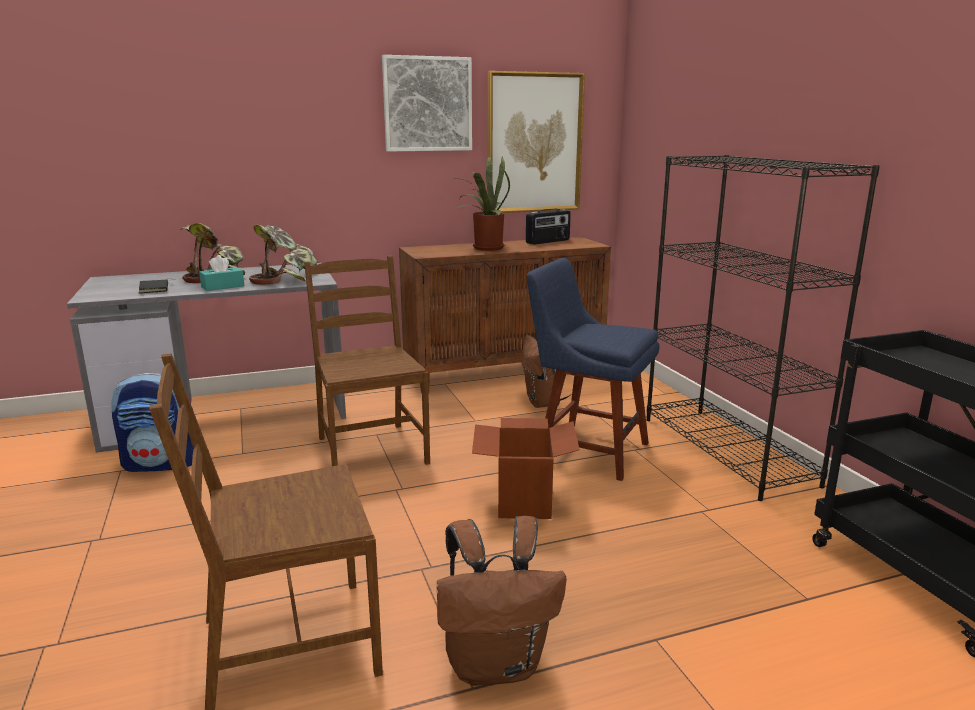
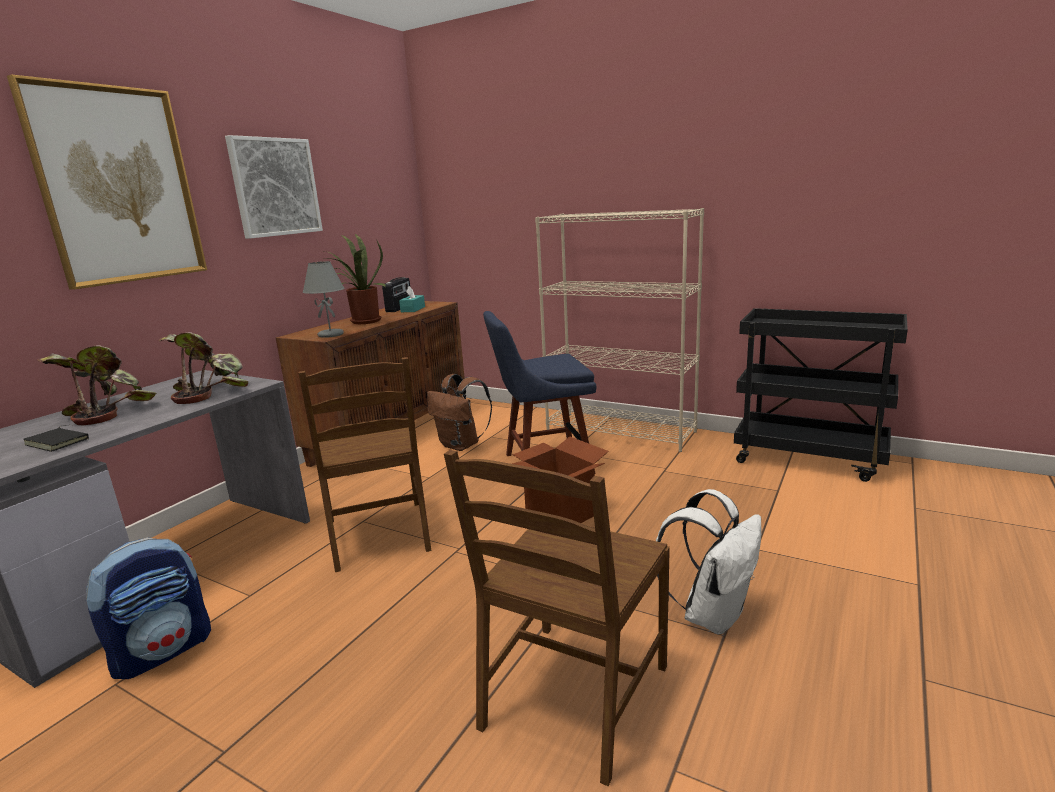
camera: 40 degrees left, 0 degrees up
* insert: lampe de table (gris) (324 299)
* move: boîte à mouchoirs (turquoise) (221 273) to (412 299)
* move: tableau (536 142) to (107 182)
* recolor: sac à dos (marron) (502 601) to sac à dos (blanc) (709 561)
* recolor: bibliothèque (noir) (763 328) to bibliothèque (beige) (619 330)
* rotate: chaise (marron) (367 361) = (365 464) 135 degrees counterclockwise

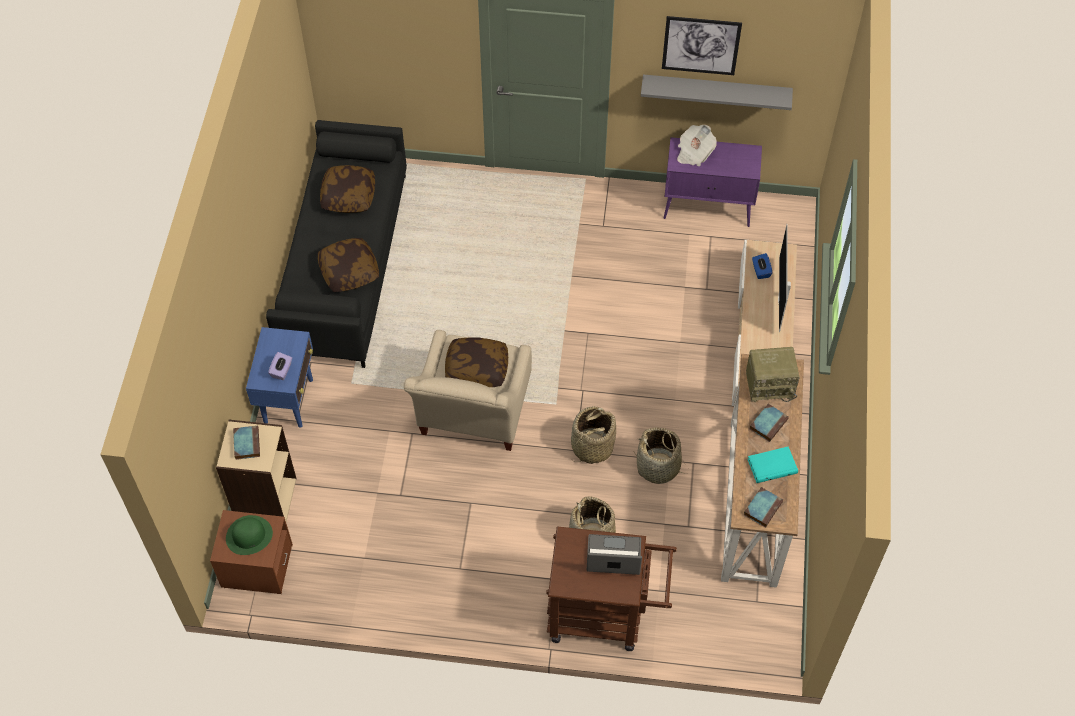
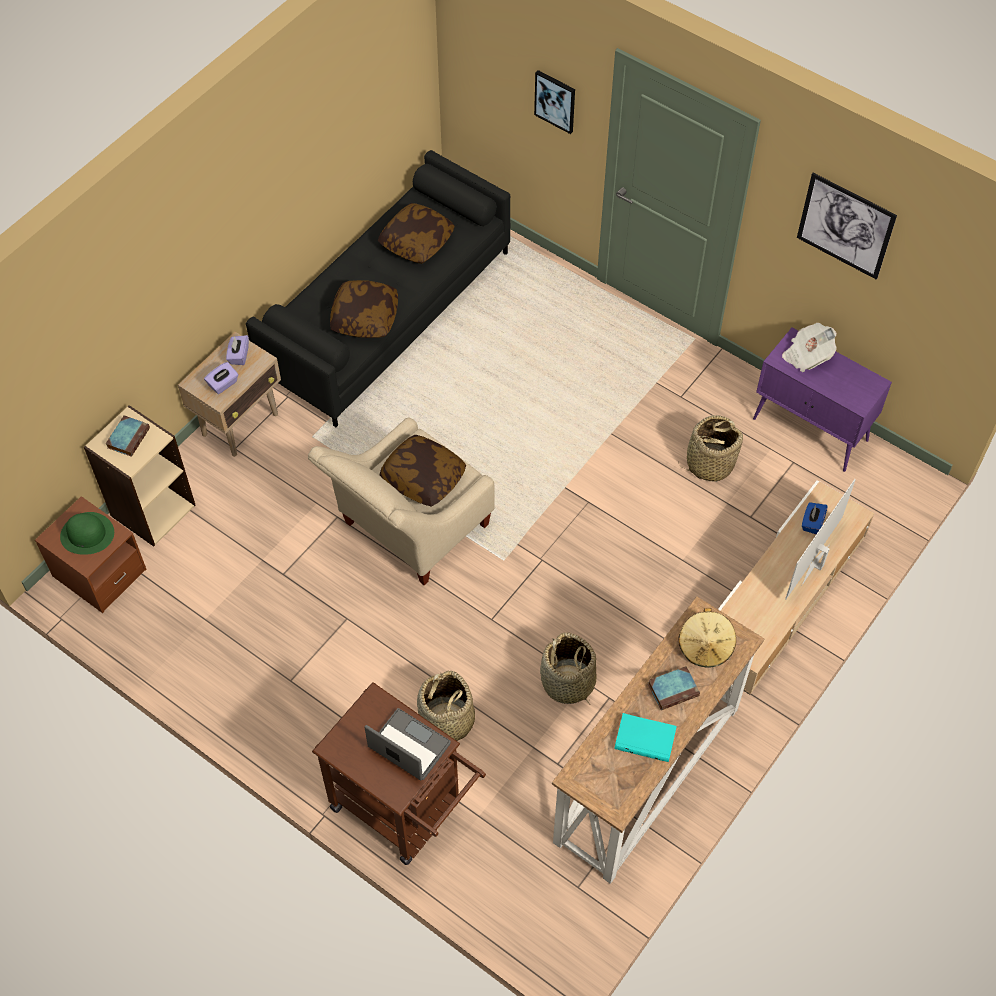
camera: 30 degrees right, 0 degrees up
* delete: étagère (gris) (717 92)
* delete: livre (763 507)
* insert: boîte à mouchoirs (violet) (237 350)
* insert: tableau (554 102)
* move: panier (593 435) to (710 448)
* replace: radio (773 374) to chapeau (beige) (707 638)
* recolor: table d'appoint (bleu) (279 377) to table d'appoint (beige) (229 394)

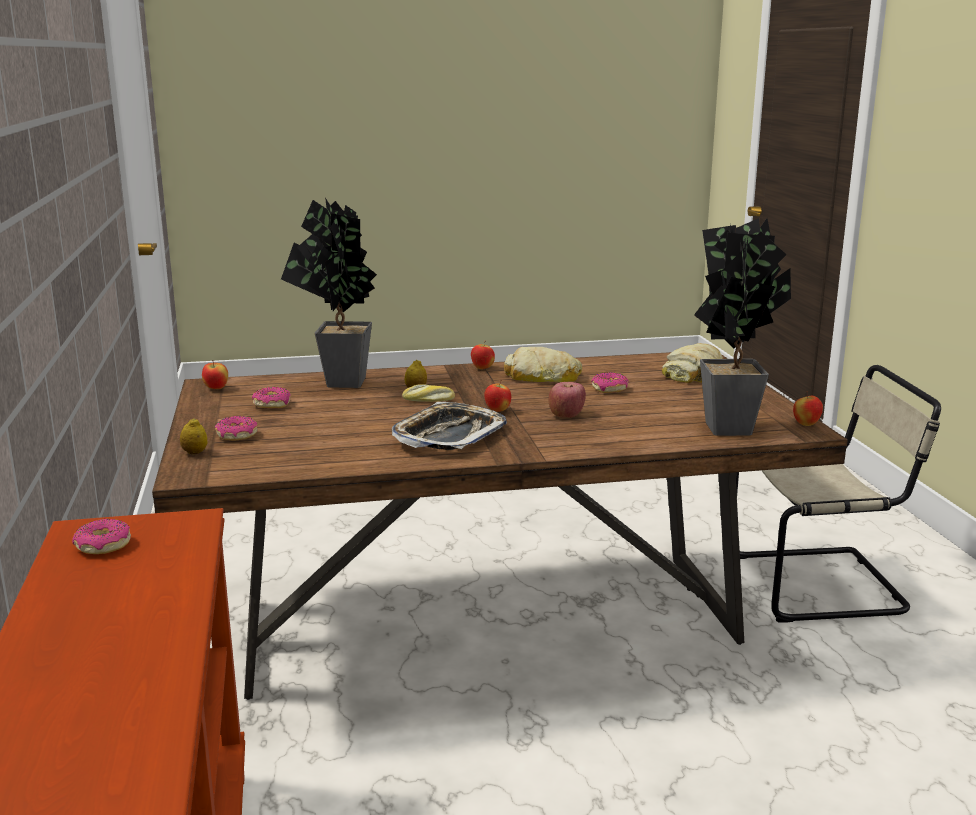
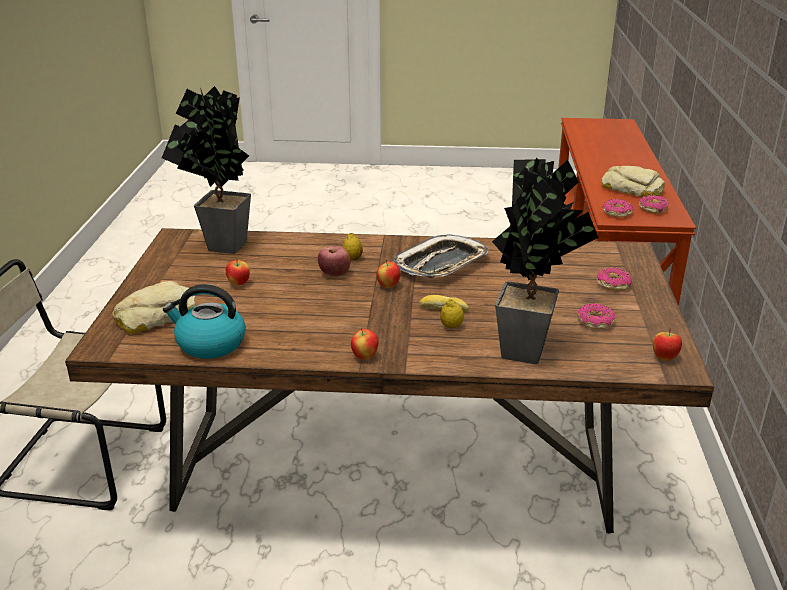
camera: 165 degrees left, 10 degrees up
* insert: bouilloire (204 321)
* move: citron (193 436) to (353 246)
* move: pain (543 364) to (633 181)
* move: beignet (610 382) to (618 208)
* move: pomme (808 408) to (238 272)

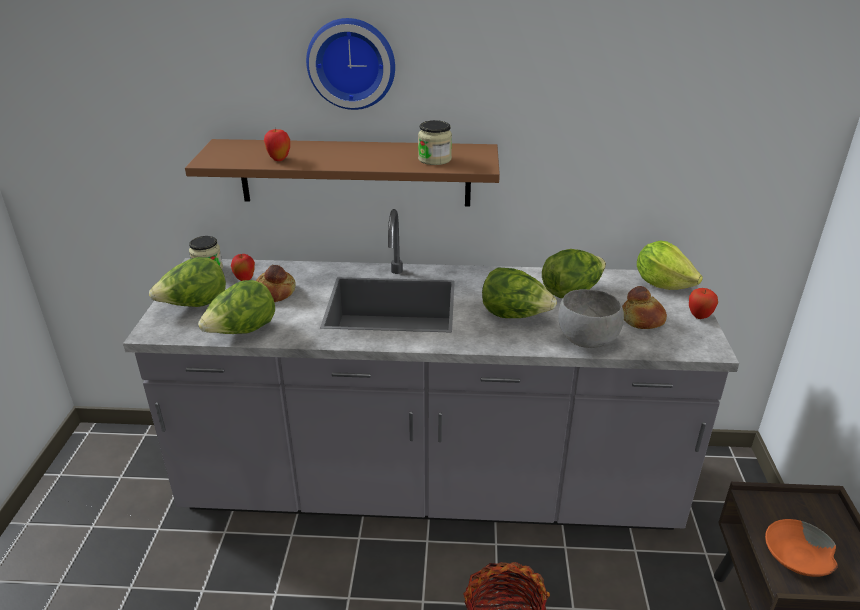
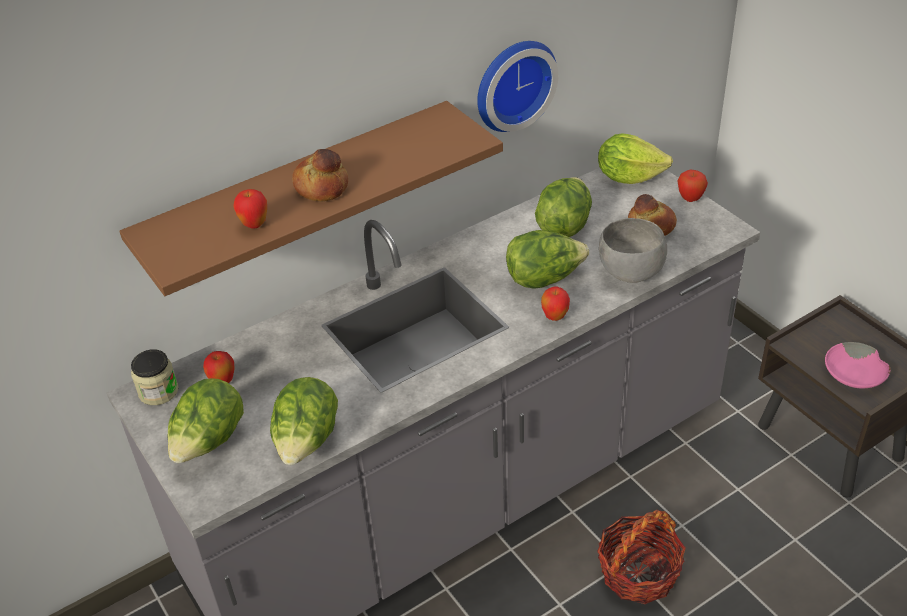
camera: 35 degrees left, 10 degrees up
* delete: bocal (435 142)
* insert: pomme (555 303)
* move: pain (276 283) to (320 175)
* move: horloge murale (350 64) to (517 86)
* recolor: bol (orange) (801 548) to bol (rose) (858 365)

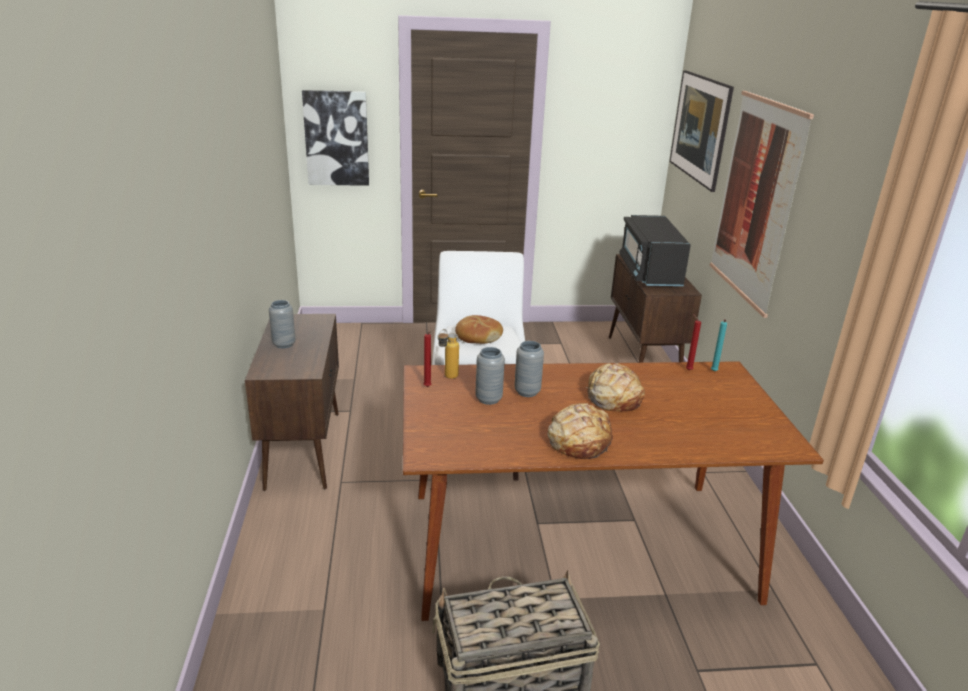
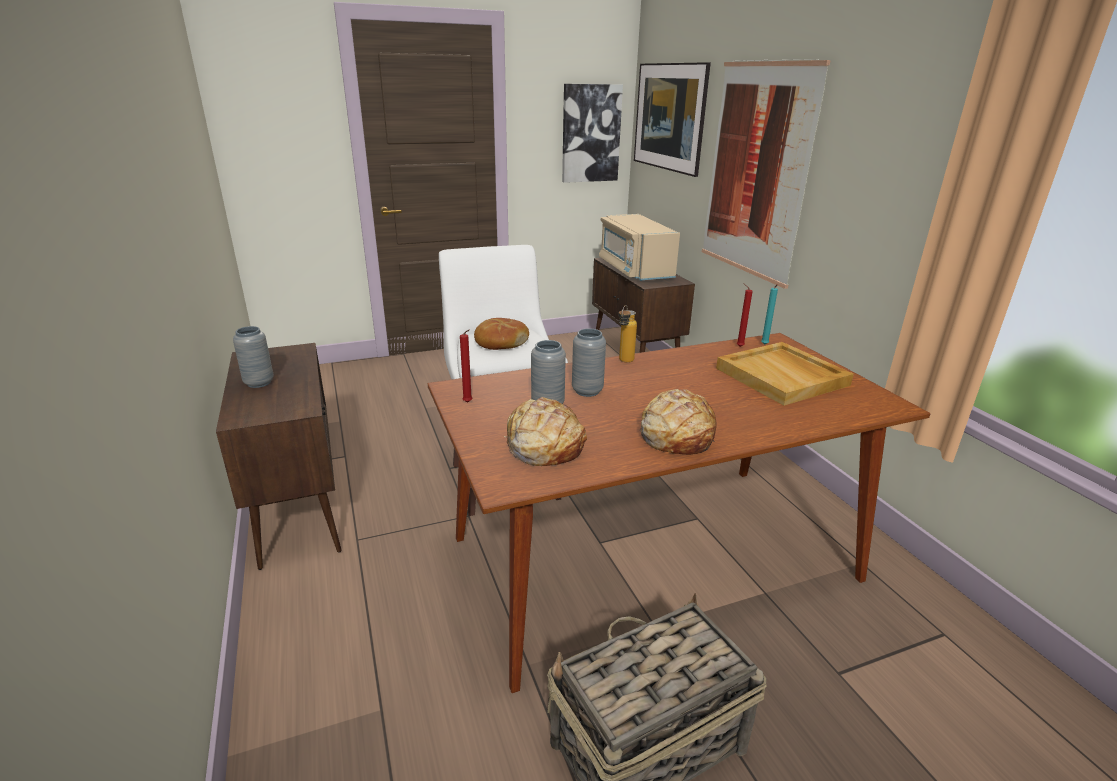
camera: 15 degrees left, 0 degrees up
* insert: plateau (beige) (785 374)
* move: tableau (335 138) to (592 133)
* move: bouteille (448 354) to (628 334)
* move: pain (615 387) to (545 431)
* recolor: micro-ondes (noir) (655 250) to micro-ondes (beige) (639 247)

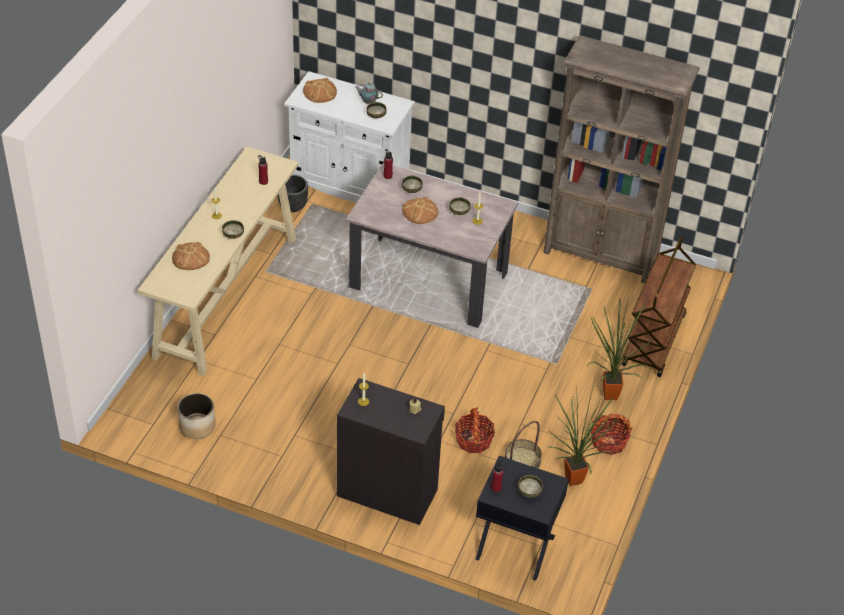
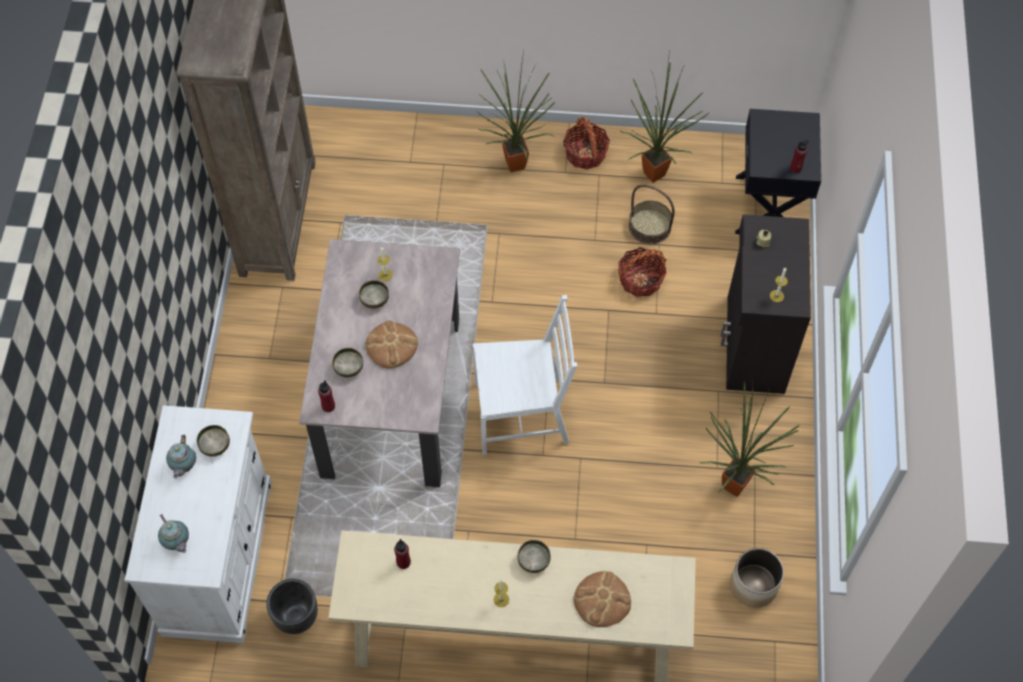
camera: 105 degrees left, 15 degrees up
* delete: bol (530 486)
* delete: chariot (marron) (659 306)
* insert: chaise (blanc) (525 375)
* insert: plante en pot (750 438)
* replace: pain (320 90) to théière (173 533)

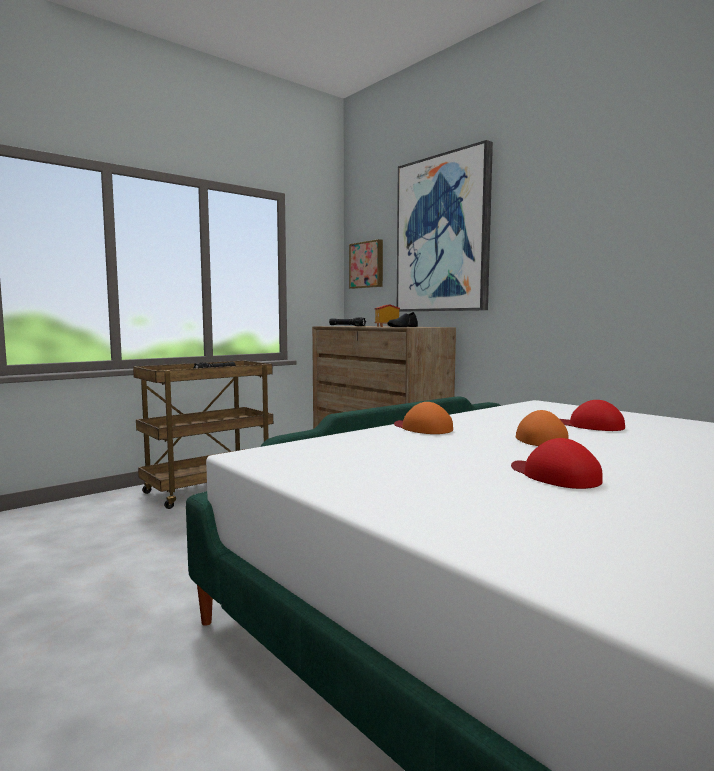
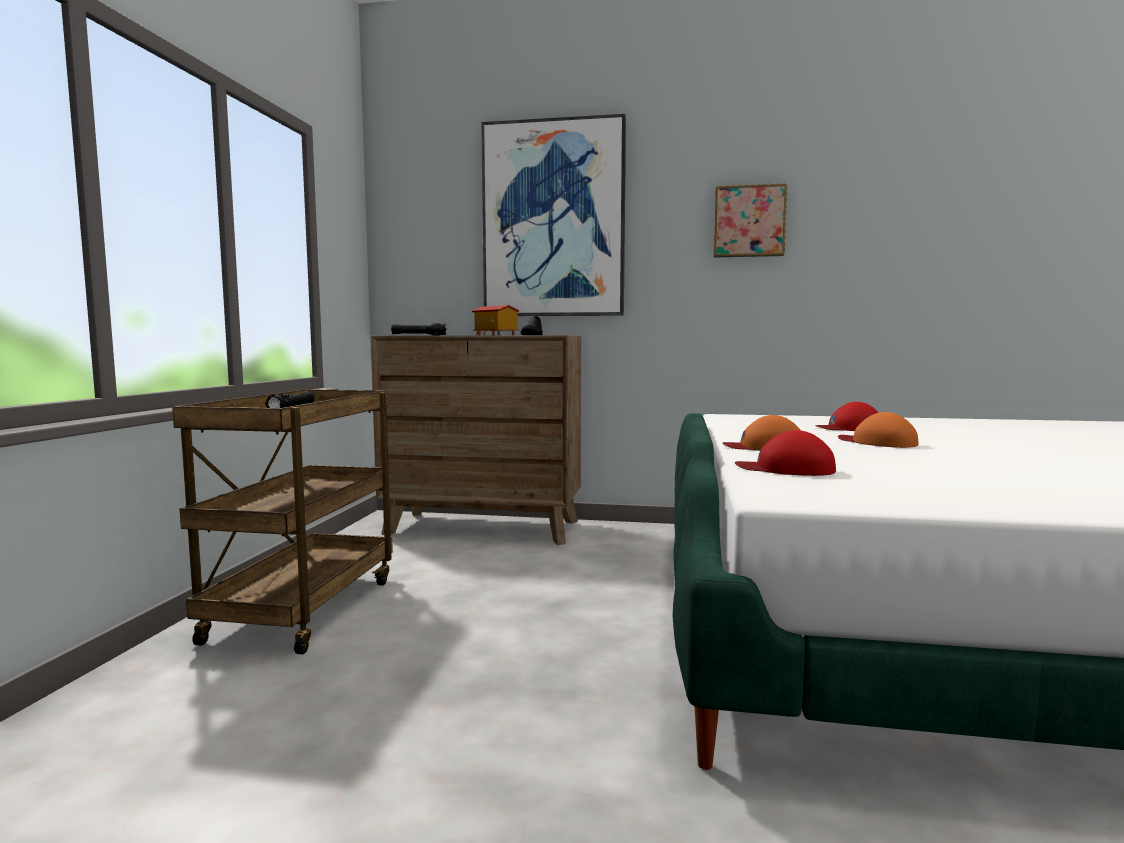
camera: 40 degrees left, 0 degrees up
* move: tableau (366 264) to (750 220)
* move: casquette (rouge) (557 463) to (785 453)

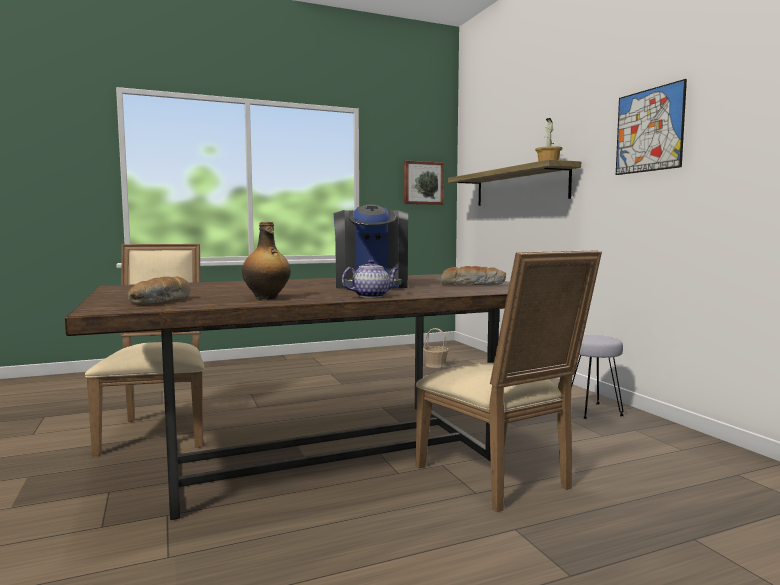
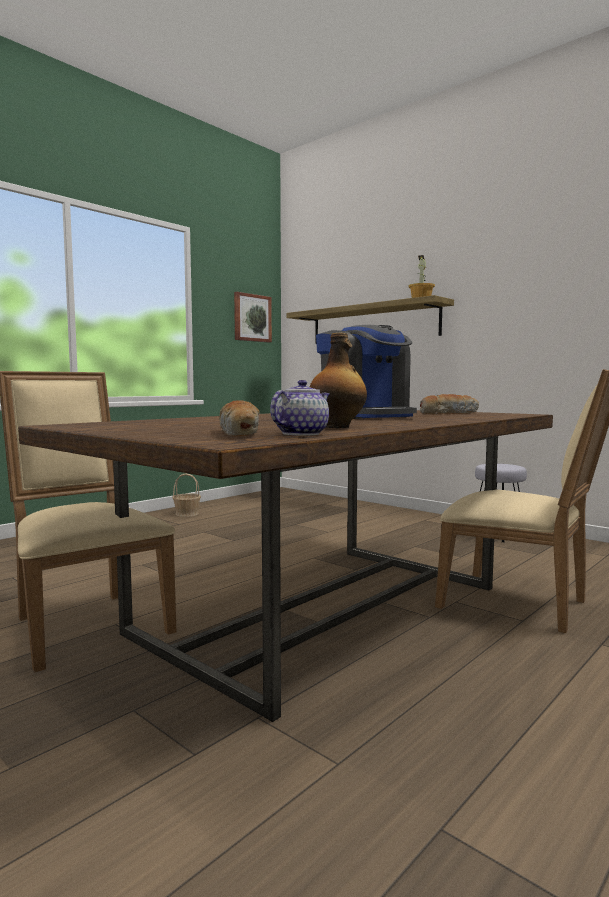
camera: 25 degrees left, 0 degrees up
* delete: tableau (651 127)
* move: théière (370 279) to (299 408)
* move: panier (436 348) to (186 495)

